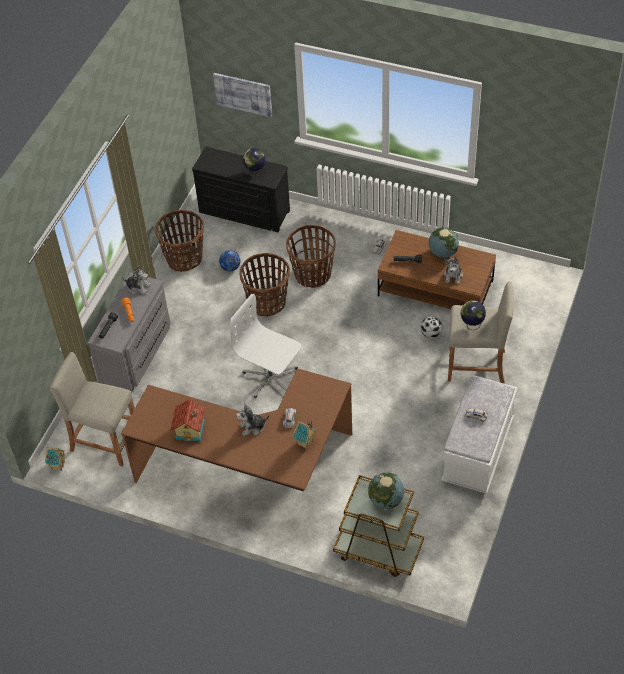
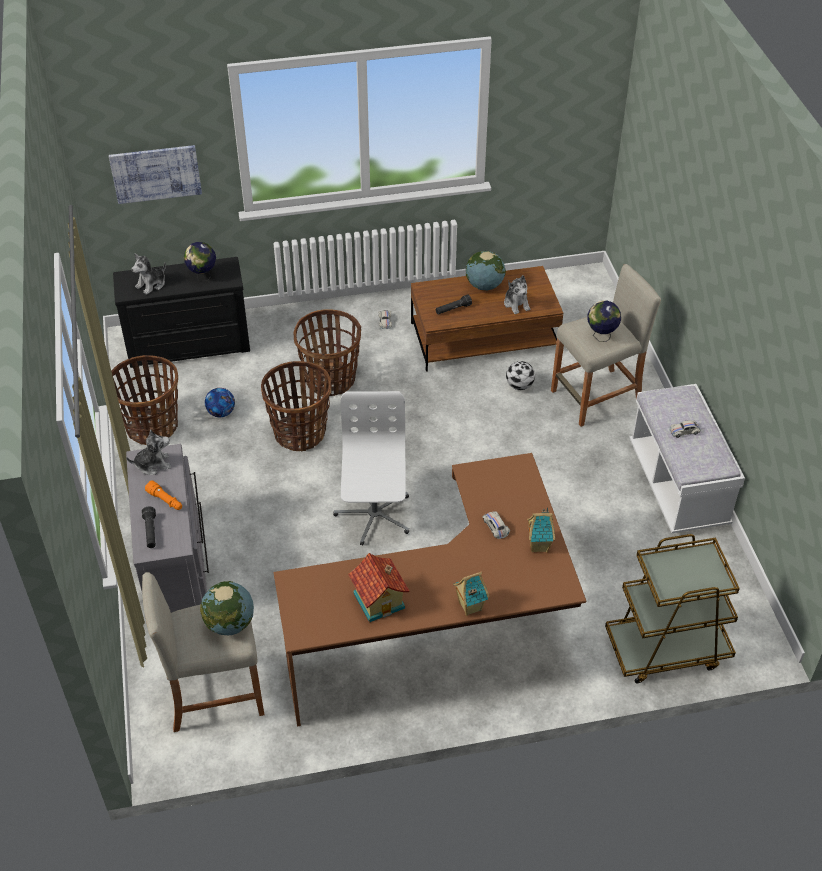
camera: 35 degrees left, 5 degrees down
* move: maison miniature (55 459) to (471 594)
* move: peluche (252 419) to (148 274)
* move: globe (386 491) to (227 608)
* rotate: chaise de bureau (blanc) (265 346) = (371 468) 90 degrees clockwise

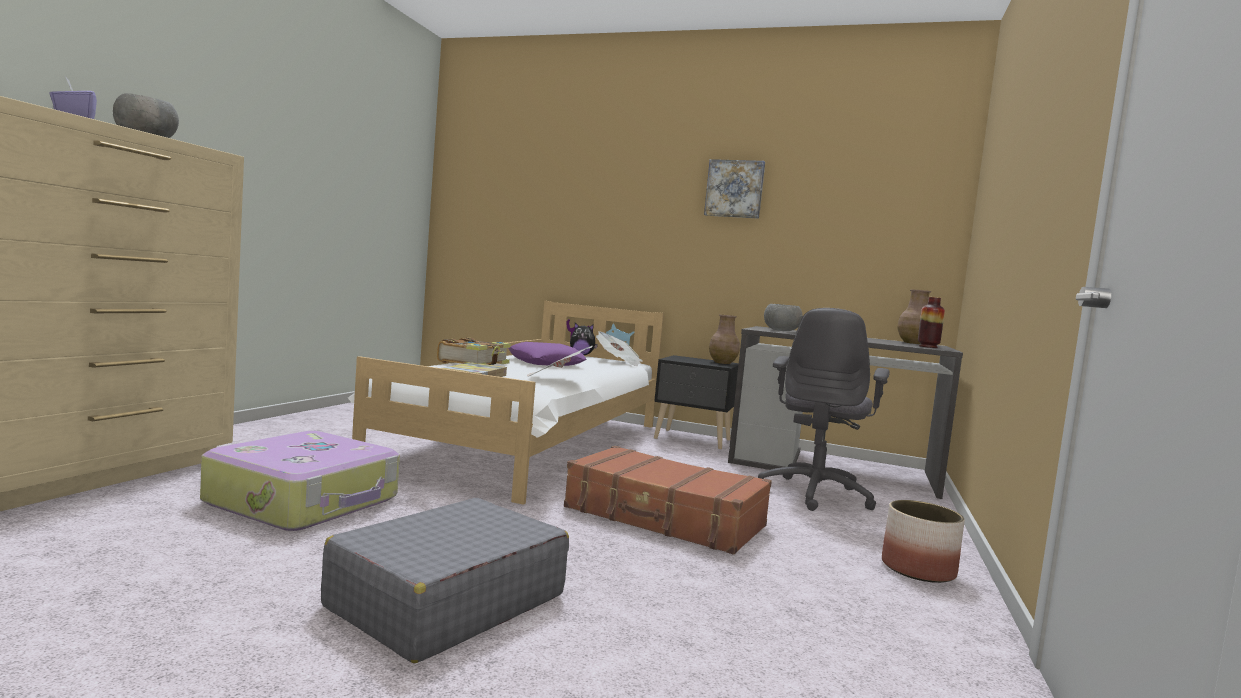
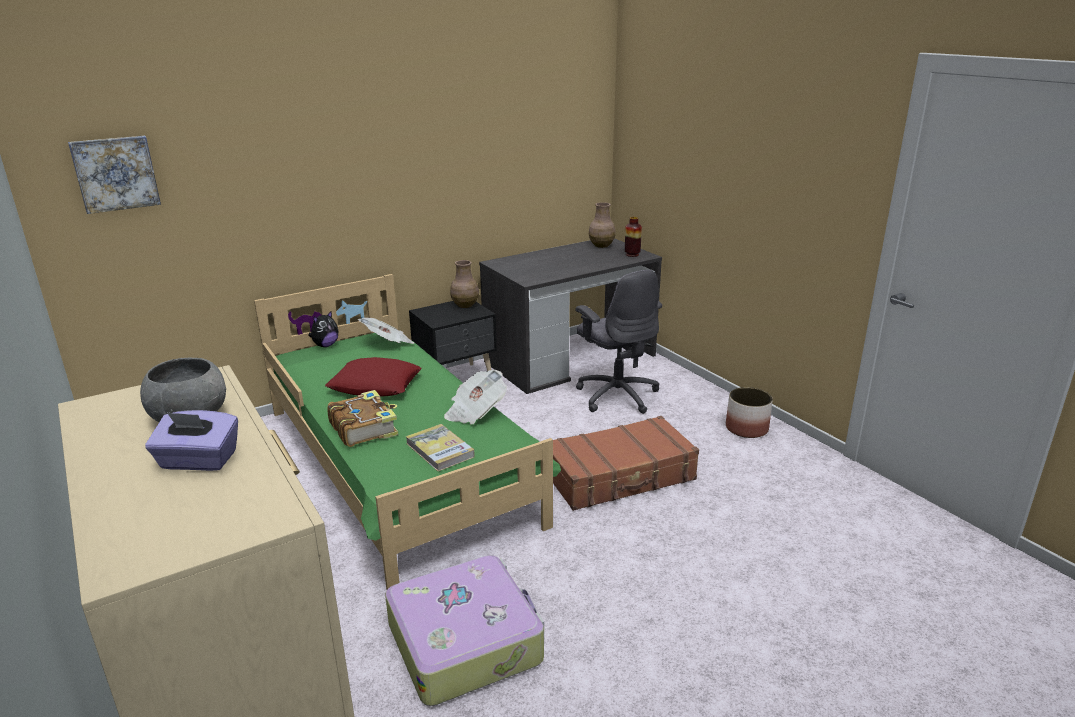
camera: 50 degrees left, 20 degrees up
* delete: valise (gris) (445 580)
* delete: bol (gris) (783 317)
* move: tableau (734 189) to (114 174)
* recolor: lit (blanc) (506 403) to lit (vert) (407 432)
* recolor: coussin (violet) (547 354) to coussin (rouge) (373 377)

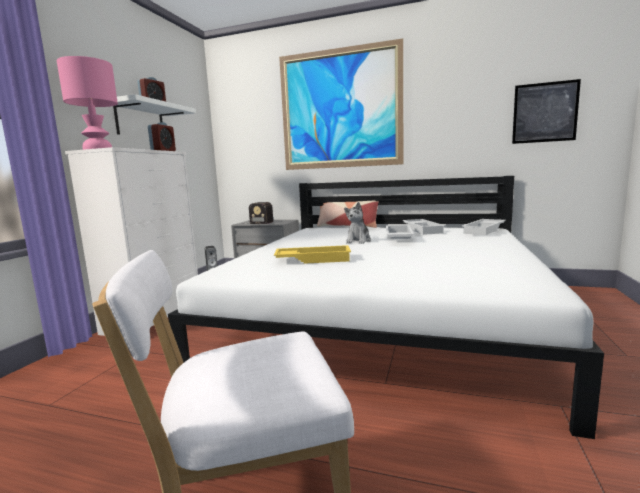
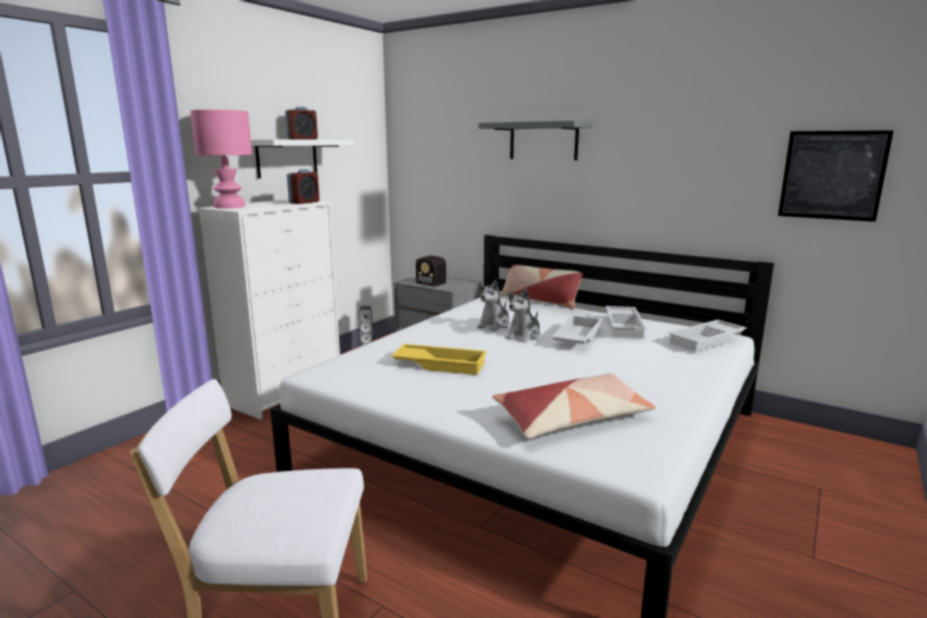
camera: 15 degrees right, 5 degrees up
* insert: peluche (493 305)
* insert: coussin (574 406)
* replace: tableau (341 104) to étagère (gris) (535 140)

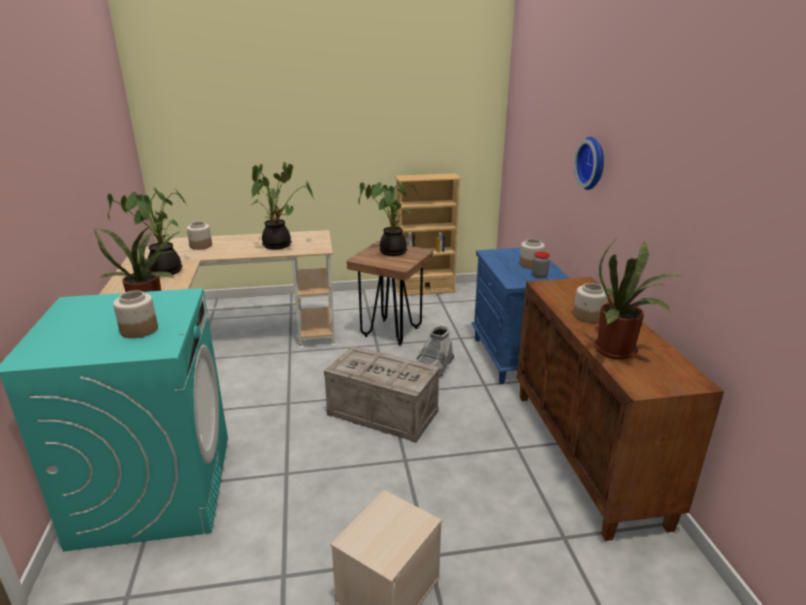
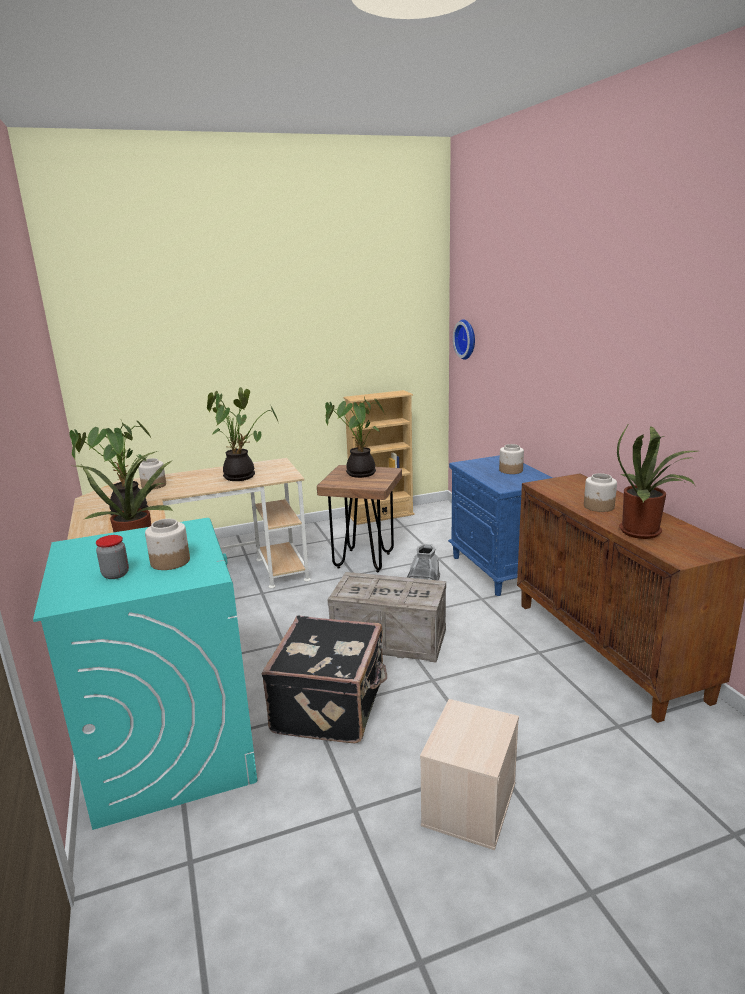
camera: 10 degrees left, 5 degrees down
* insert: valise (noir) (324 679)
* move: bocal (541 265) to (112 557)
* move: horloge murale (589 163) to (464 339)

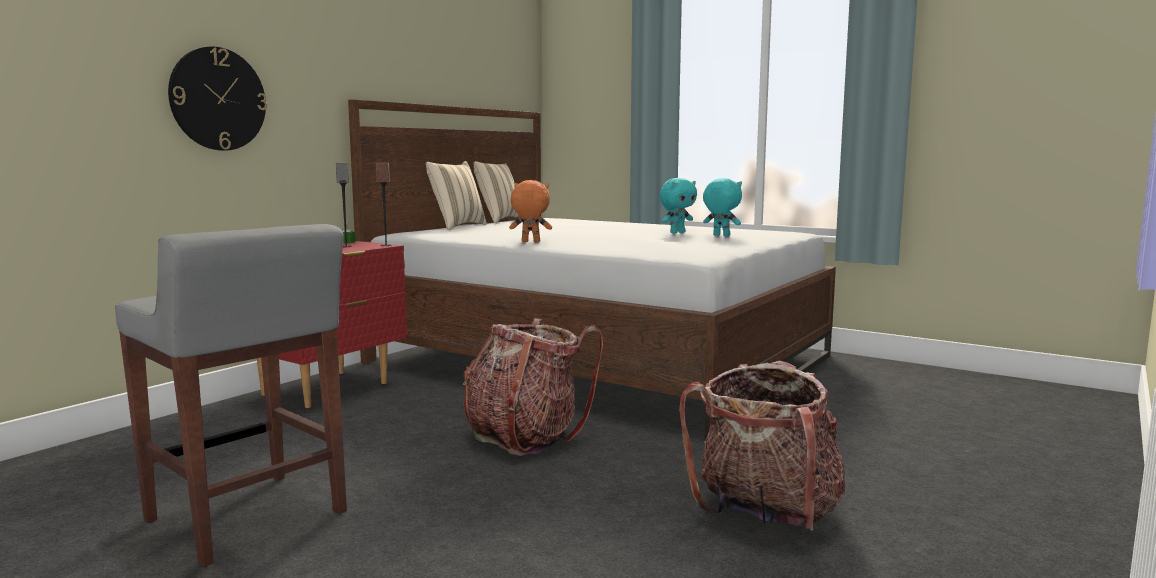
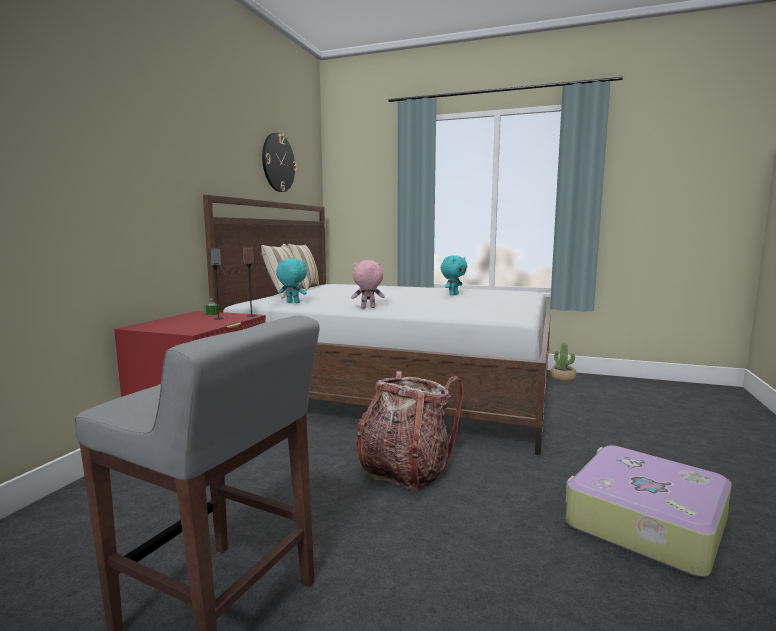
camera: 15 degrees left, 0 degrees up
* insert: plante en pot (563 361)
* move: horloge murale (217 98) to (279 162)
* move: peluche (turquoise) (722 207) to (291 280)
* replace: sac à dos (762 446) to valise (649 511)
* recolor: peluche (orange) (530 211) to peluche (rose) (368 284)

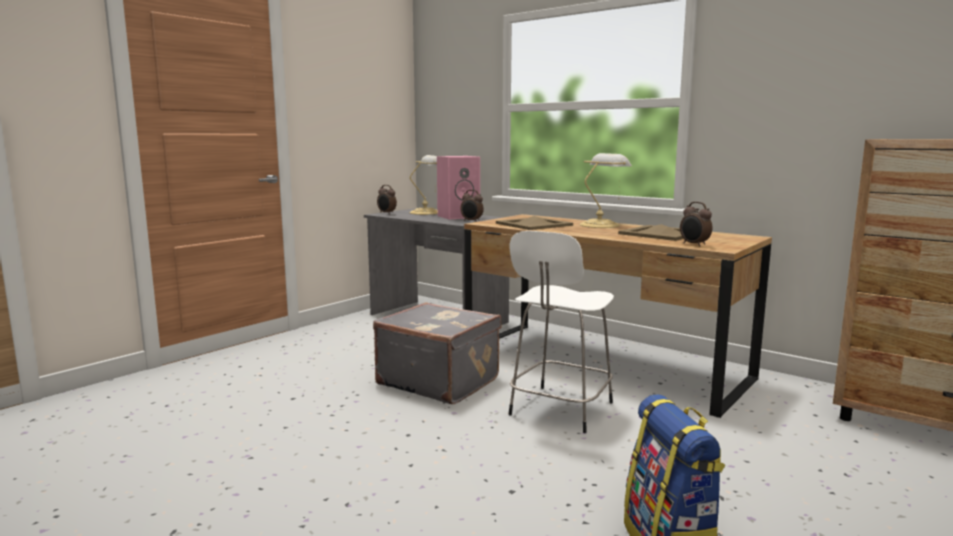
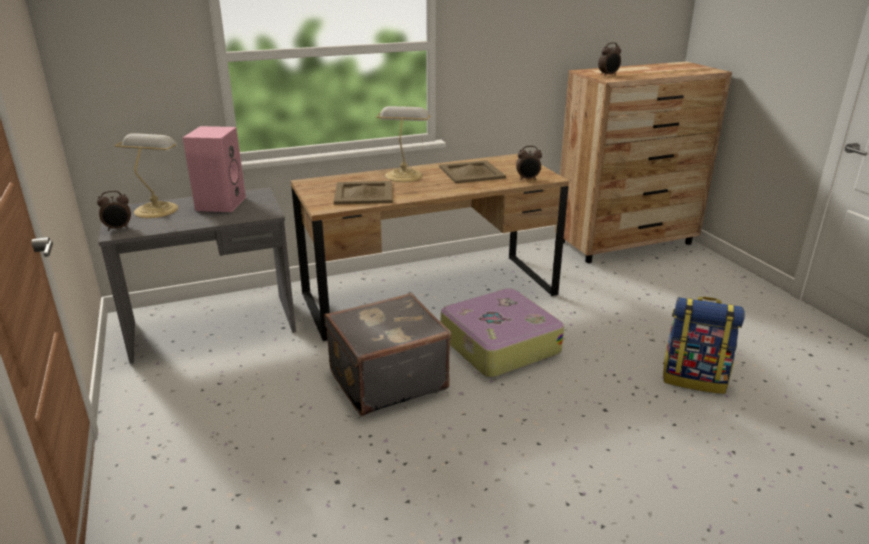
camera: 60 degrees left, 15 degrees up
* move: réveil (472 206) to (609 59)
* replace: tabouret (blanc) (561 332) to valise (502 332)

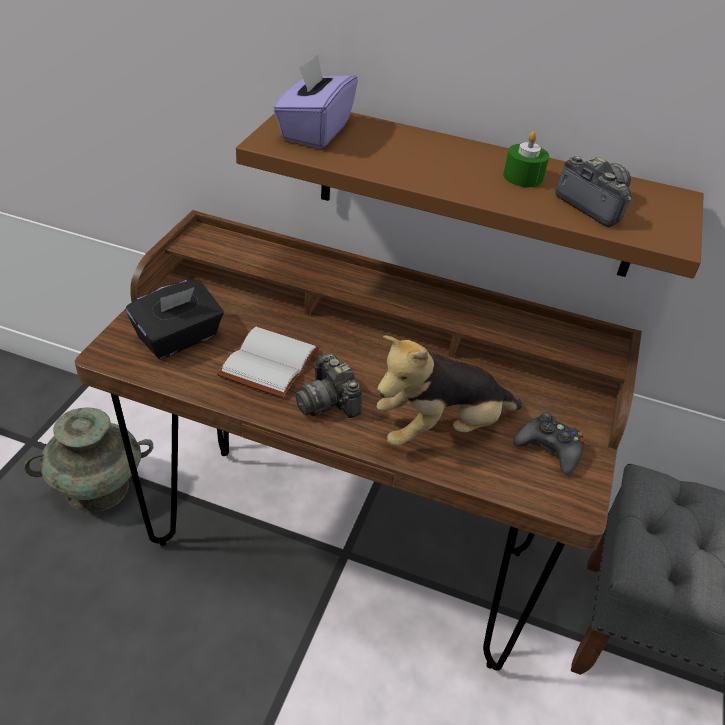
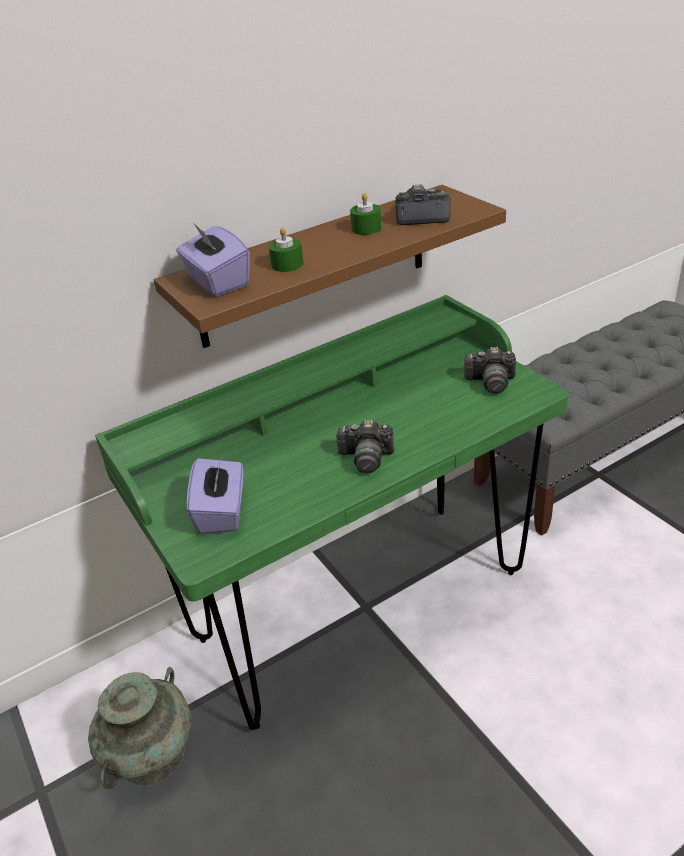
camera: 45 degrees left, 5 degrees down
* delete: livre (blanc) (268 362)
* delete: peluche (449 390)
* insert: bougie (vert) (286 249)
* replace: manette (noir) (548 443) to appareil photo (490 370)
* recolor: bureau (marron) (358 440) to bureau (vert) (332 512)
* recolor: boîte à mouchoirs (noir) (175 319) to boîte à mouchoirs (violet) (215 495)

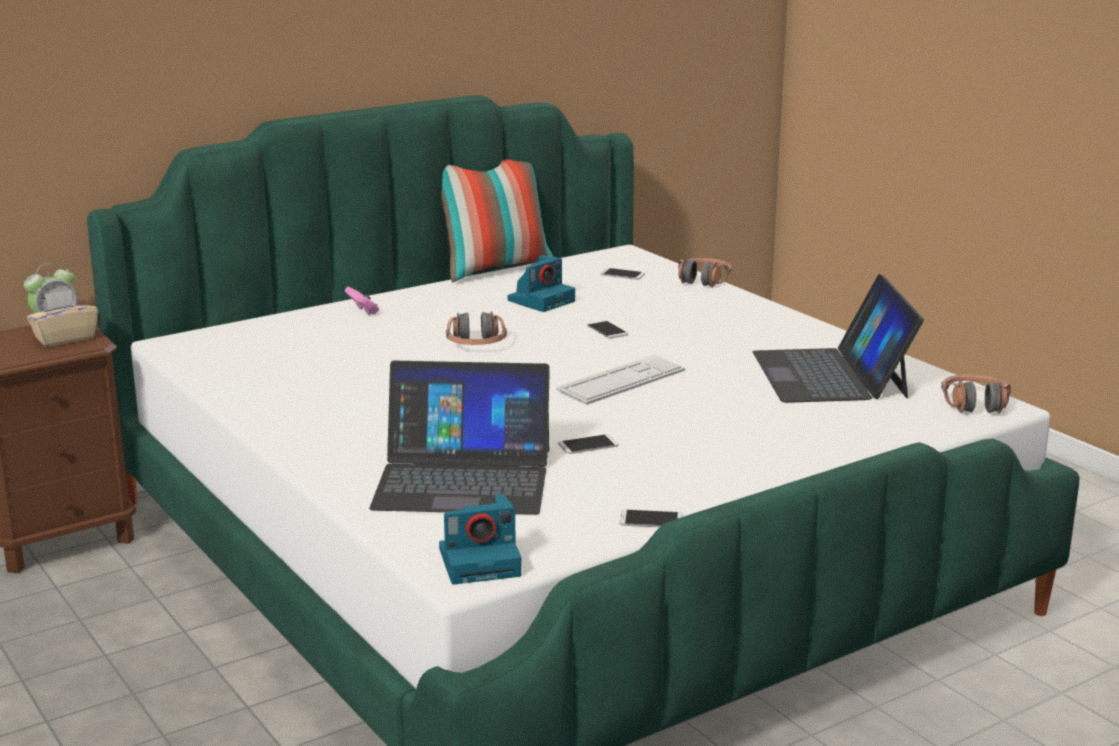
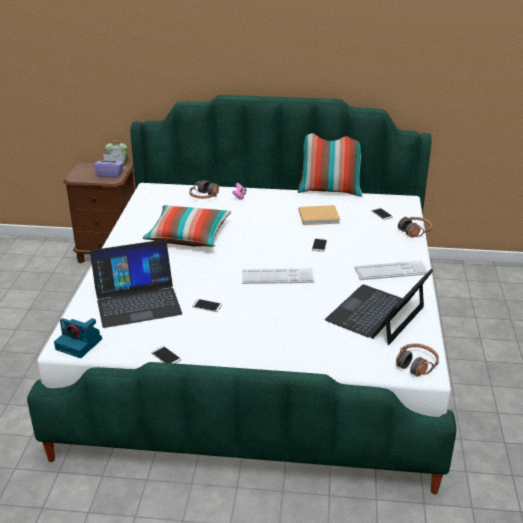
camera: 40 degrees right, 10 degrees up
* insert: coussin (187 226)
* insert: clavier (391 270)
* move: casque audio (476 328) to (204 189)
* replace: appareil photo (541 283) to livre (beige) (319 215)
* recolor: boîte à mouchoirs (beige) (62 318) to boîte à mouchoirs (violet) (108 166)
* rotate: ordinateur portable (459 438) = (136 284) 60 degrees counterclockwise

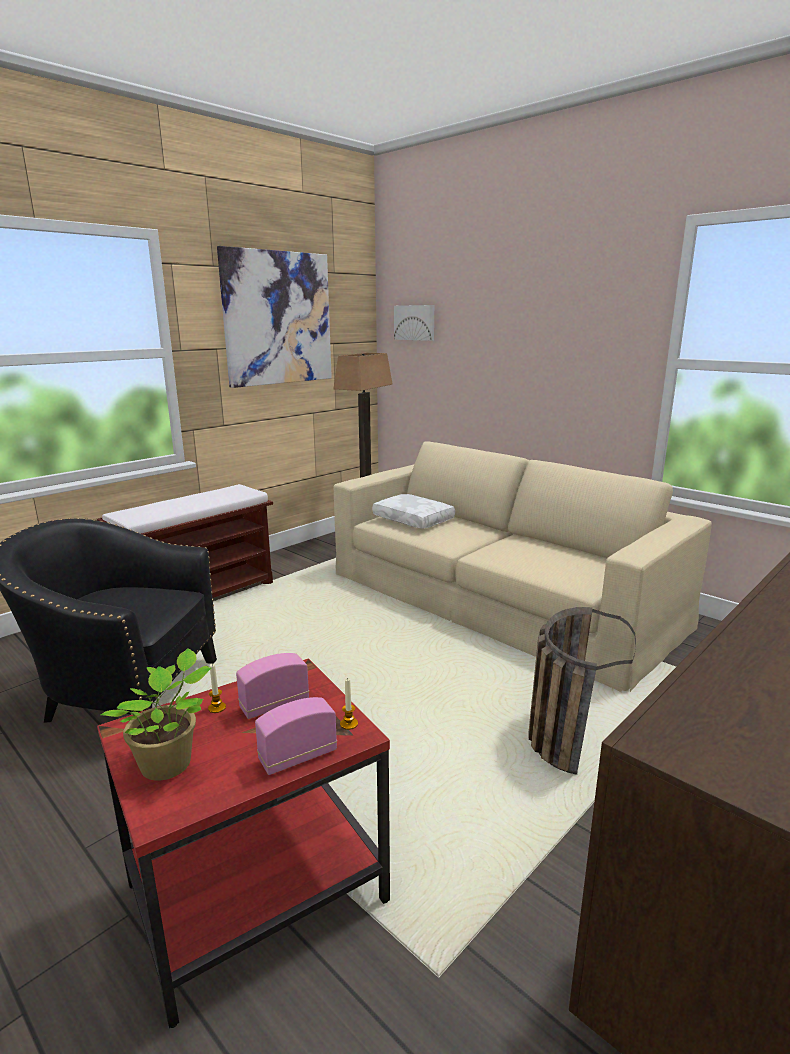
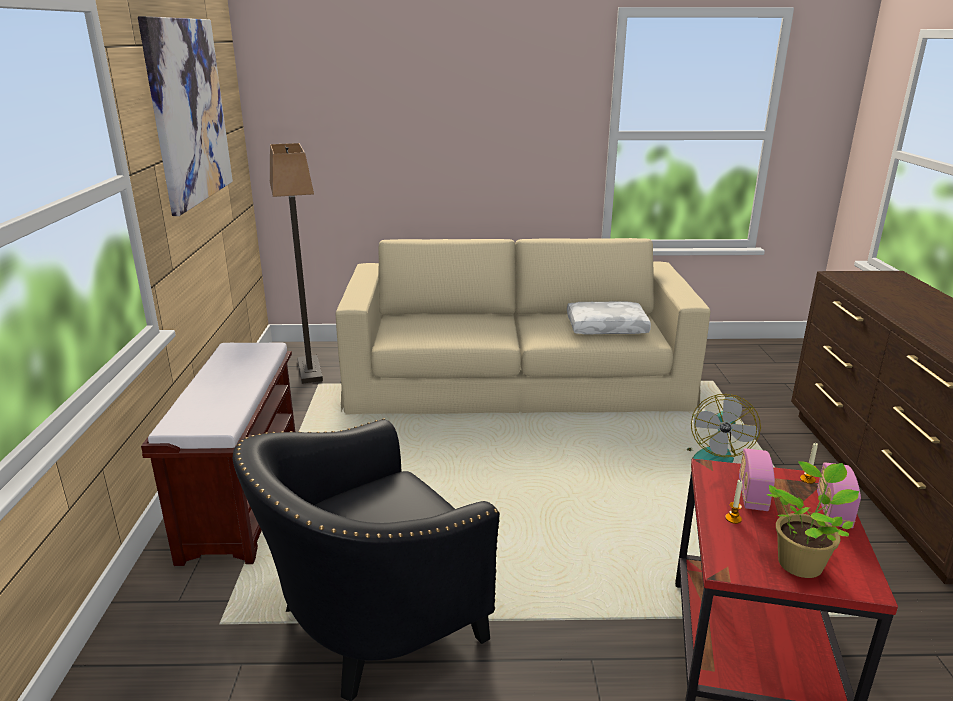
camera: 45 degrees left, 5 degrees up
* delete: tableau (414 323)
* move: coussin (blanc) (413 511) to (609 317)
* replace: panier (582 691) to ventilateur (723 428)

